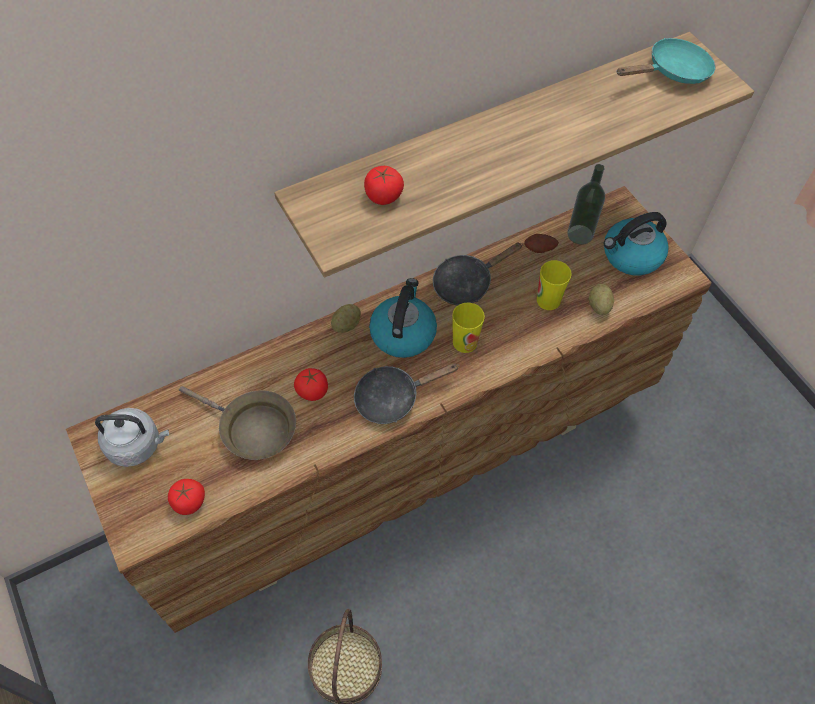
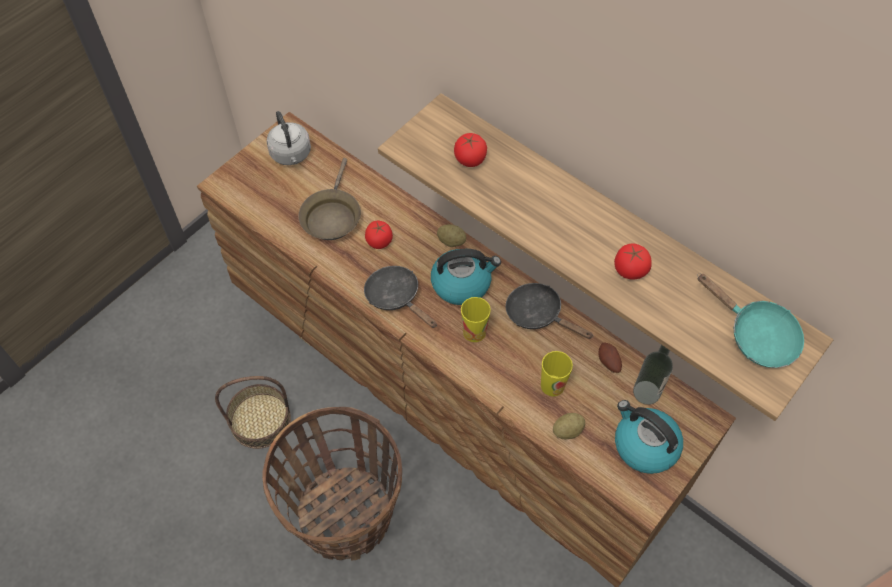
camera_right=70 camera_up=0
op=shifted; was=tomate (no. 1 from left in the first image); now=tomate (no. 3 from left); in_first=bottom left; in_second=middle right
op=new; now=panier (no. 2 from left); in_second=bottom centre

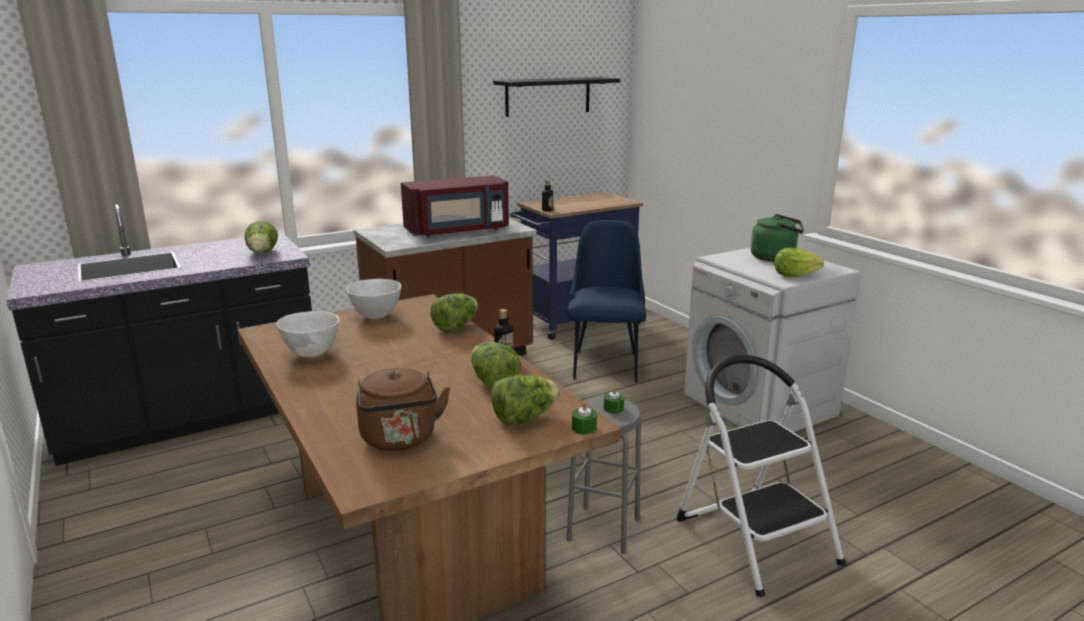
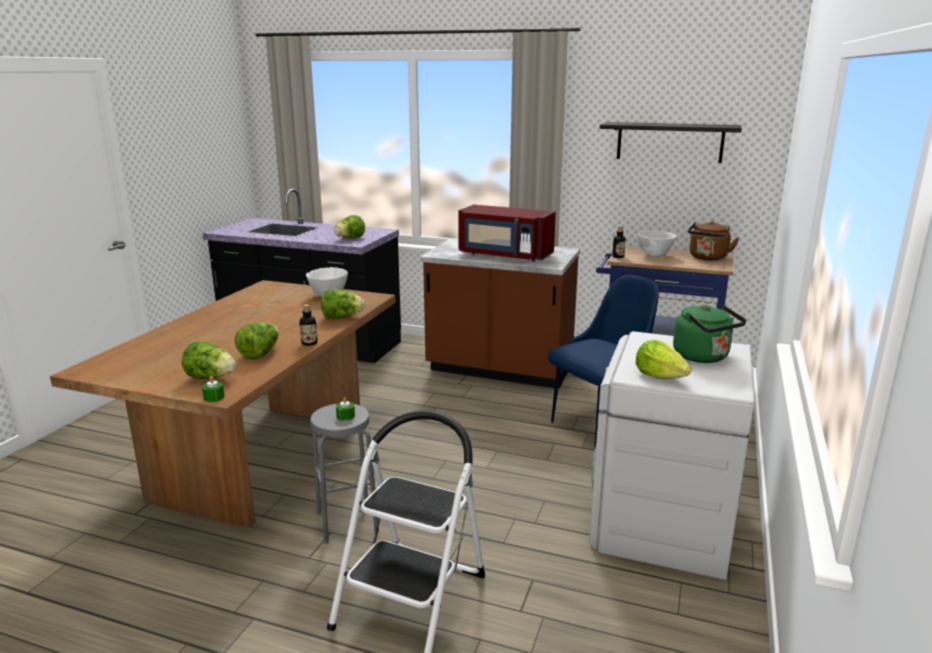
camera_right=50 camera_up=0
op=shifted; was=bol [blanc] (no. 1 from left in the first image); now=bol [blanc] (no. 2 from left); in_first=middle left; in_second=middle right
op=shifted; was=bouilloire [marron]; in_first=centre; in_second=middle right

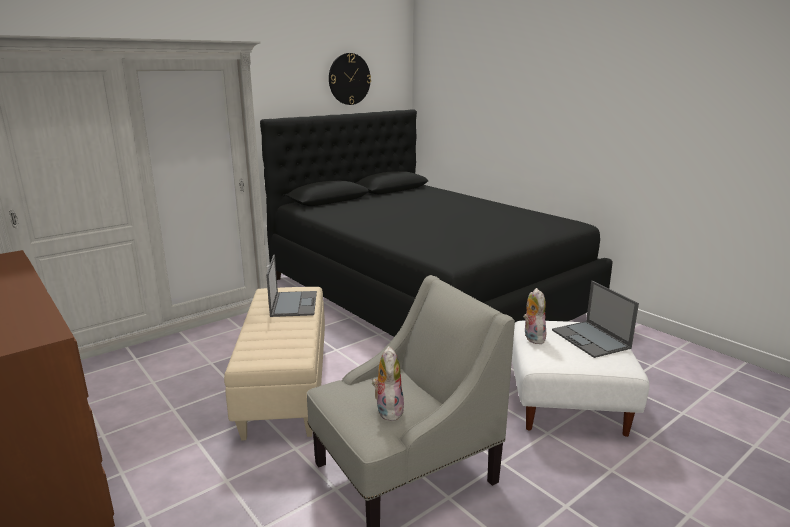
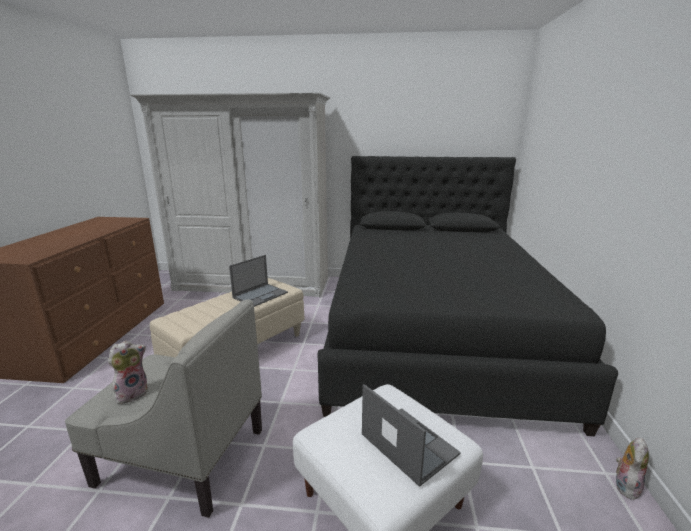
camera_right=45 camera_up=0
op=gone; was=horloge murale; in_first=top centre
op=shifted; was=peluche (no. 2 from left); in_first=middle right; in_second=bottom right
op=rotated; was=ordinateur portable (no. 2 from left); in_first=middle right; in_second=bottom centre; clockwise=120

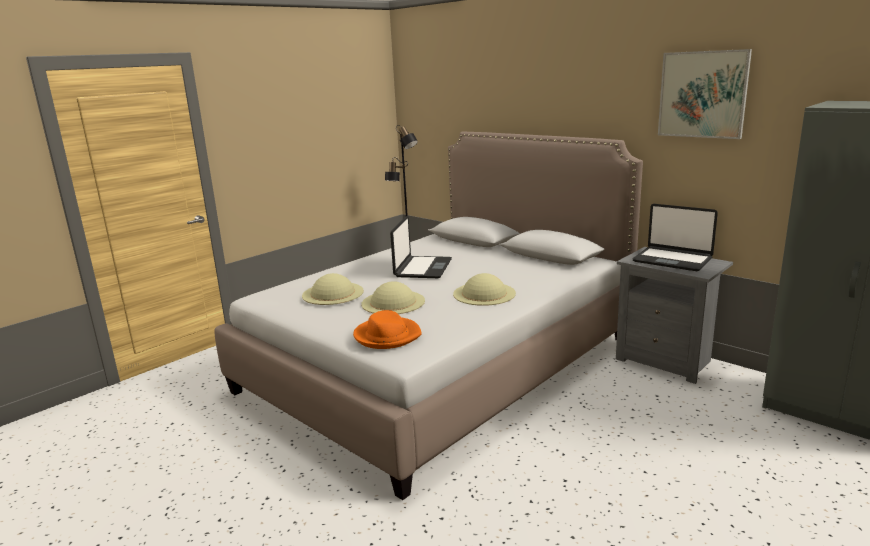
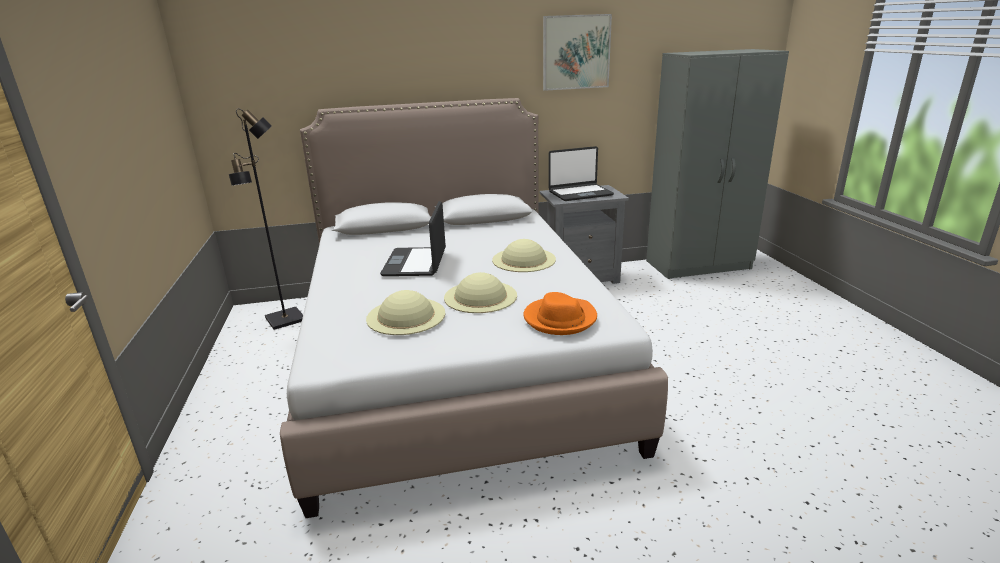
camera_right=-55 camera_up=5
op=rotated; was=ordinateur portable (no. 1 from left); in_first=centre; in_second=centre; clockwise=-135

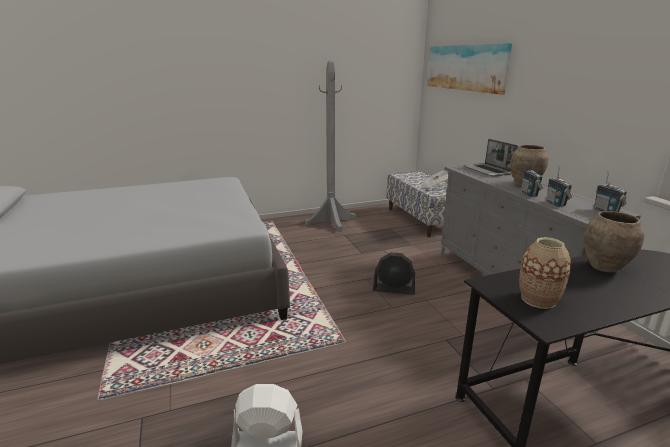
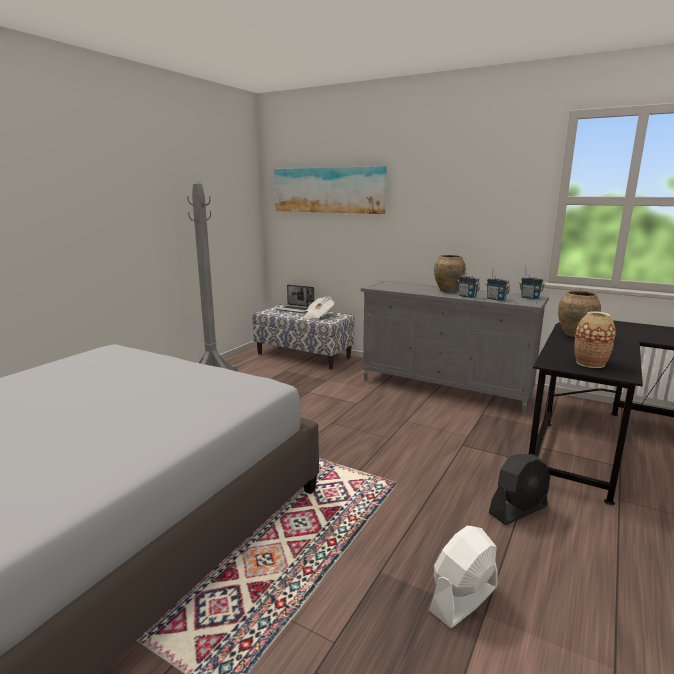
camera_right=-40 camera_up=-5
op=shifted; was=ventilateur [noir]; in_first=centre; in_second=bottom right
op=shifted; was=ordinateur portable; in_first=middle right; in_second=centre

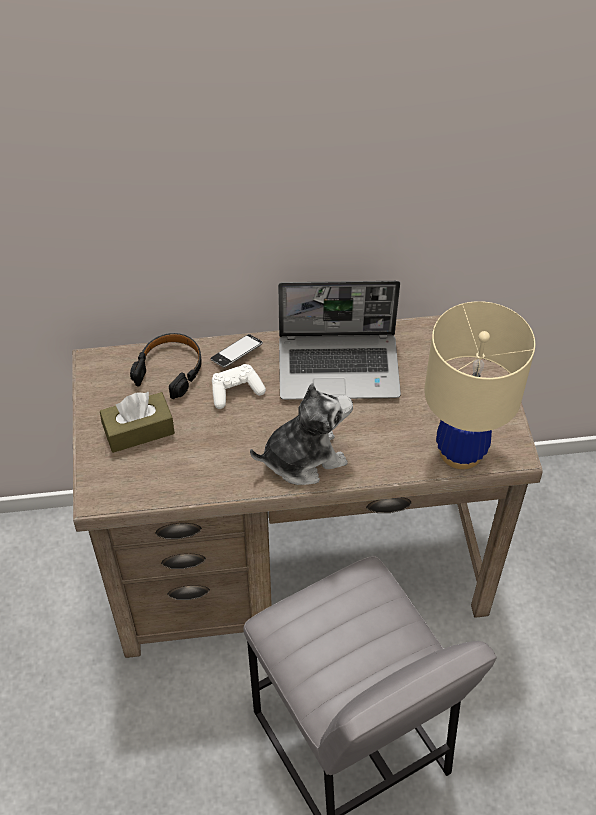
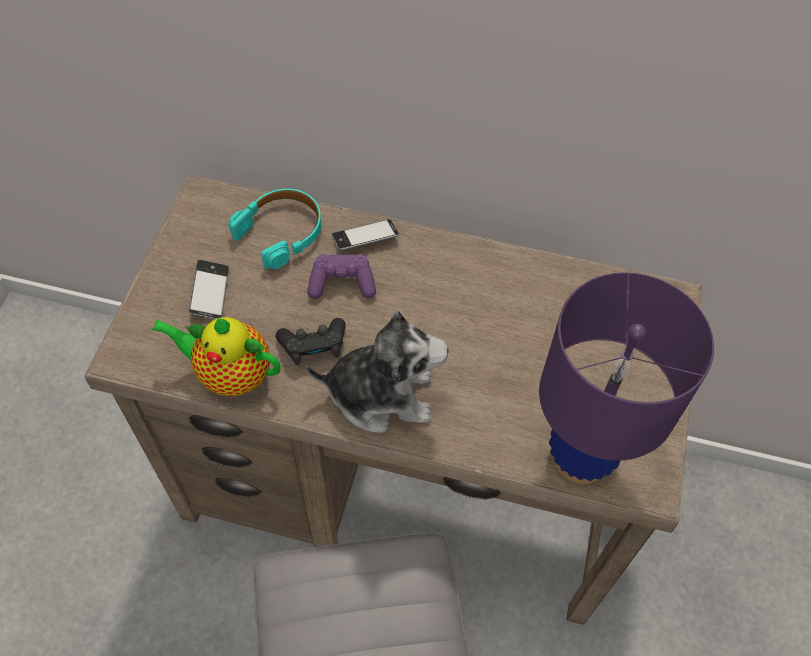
camera_right=20 camera_up=5
op=swapped; was=boîte à mouchoirs [marron]; now=téléphone (no. 1 from left); in_first=middle left; in_second=middle left
op=repainted; was=casque audio [noir]; now=casque audio [turquoise]; in_first=middle left; in_second=centre
op=repainted; was=manette [blanc]; now=manette [violet]; in_first=centre; in_second=centre
op=gone; was=ordinateur portable; in_first=centre
op=repainted; was=lampe de table [beige]; now=lampe de table [violet]; in_first=middle right; in_second=middle right
op=new; now=théière; in_second=middle left
op=new; now=manette [noir]; in_second=centre

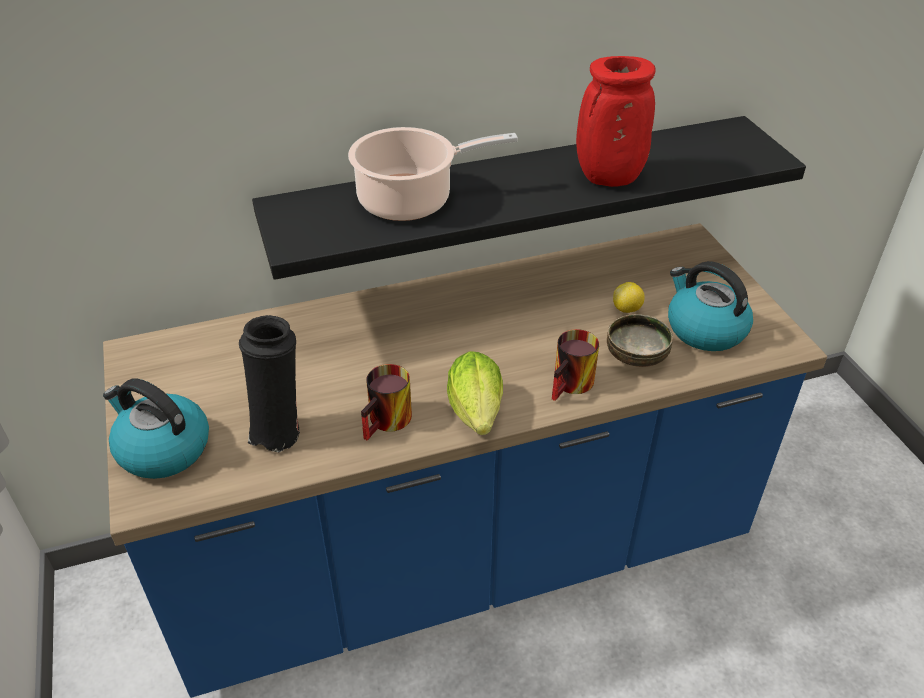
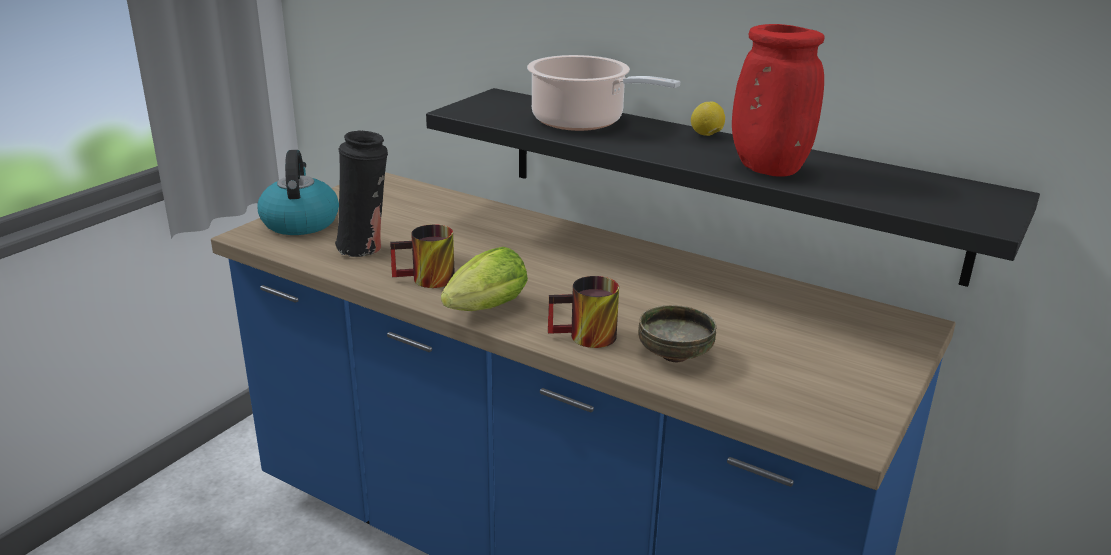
camera_right=50 camera_up=-15
op=shifted; was=citron; in_first=middle right; in_second=top centre
op=gone; was=bouilloire (no. 2 from left); in_first=middle right

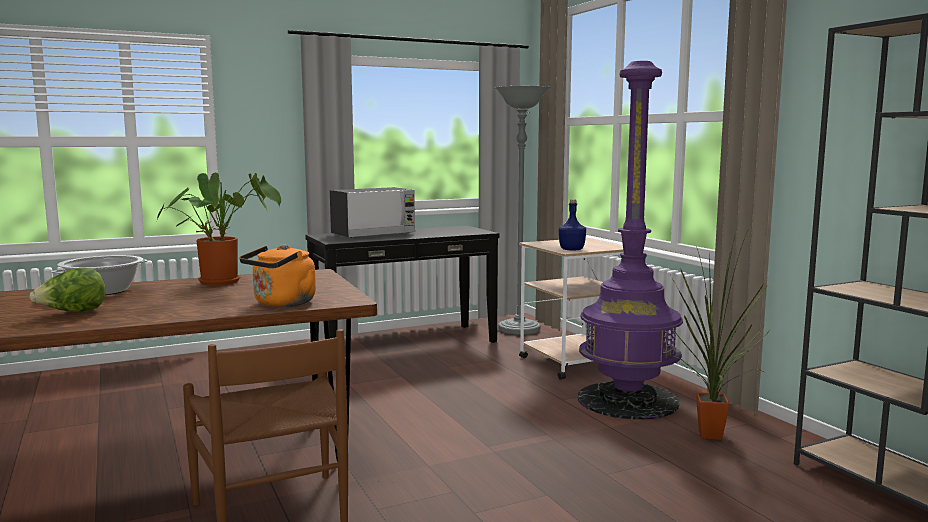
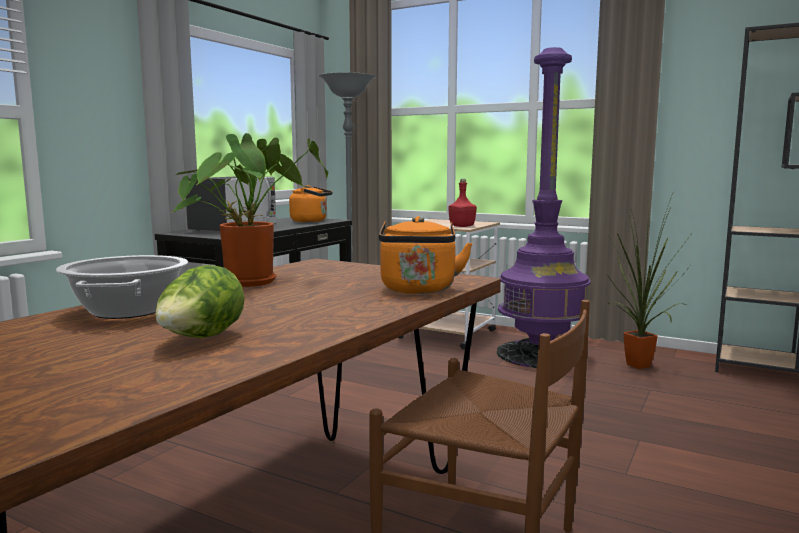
camera_right=-35 camera_up=0
op=repainted; was=bouteille [bleu]; now=bouteille [rouge]; in_first=centre; in_second=centre
op=new; now=bouilloire [orange] (no. 1 from left); in_second=centre

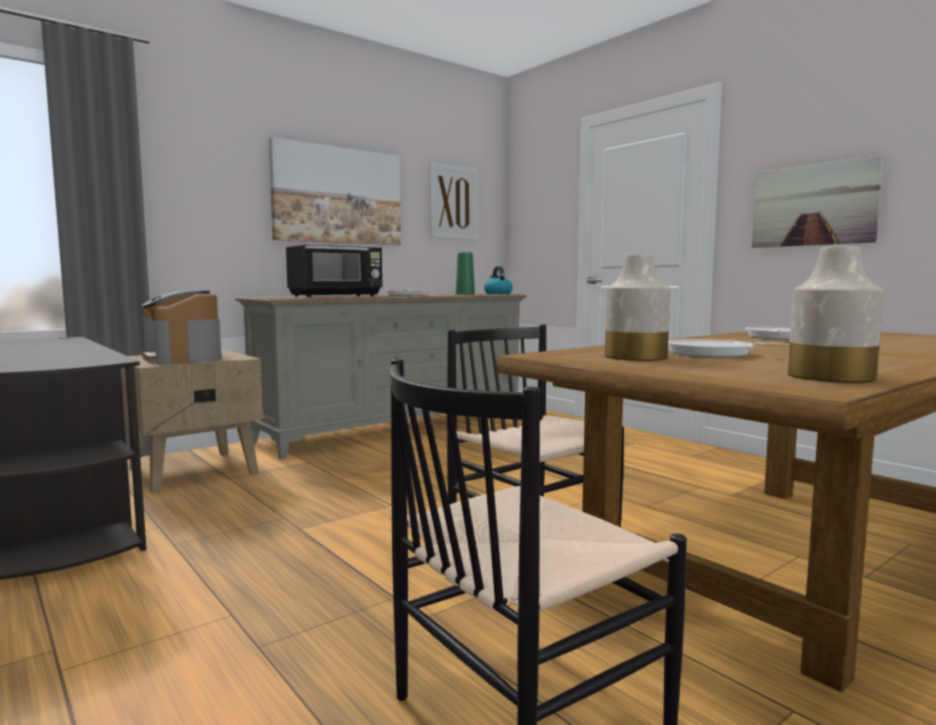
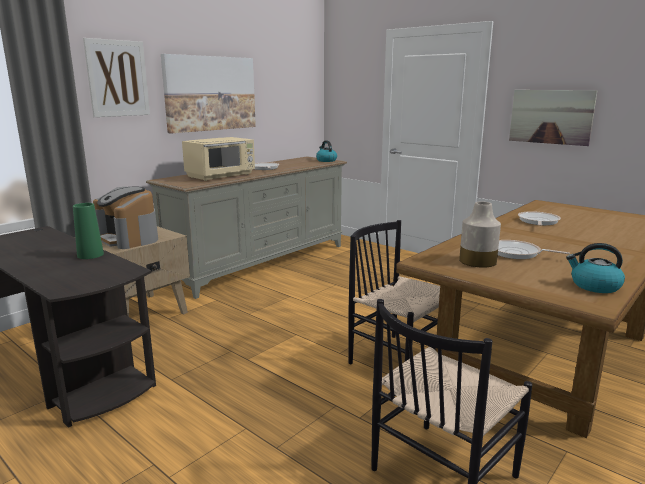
camera_right=-10 camera_up=10
op=repainted; was=micro-ondes [noir]; now=micro-ondes [beige]; in_first=centre; in_second=top centre
op=shifted; was=tableau (no. 2 from left in the first image); now=tableau (no. 1 from left); in_first=top centre; in_second=top left
op=shifted; was=vase [vert]; in_first=centre; in_second=middle left
op=swapped; was=vase [beige] (no. 2 from left); now=bouilloire (no. 2 from left); in_first=middle right; in_second=middle right

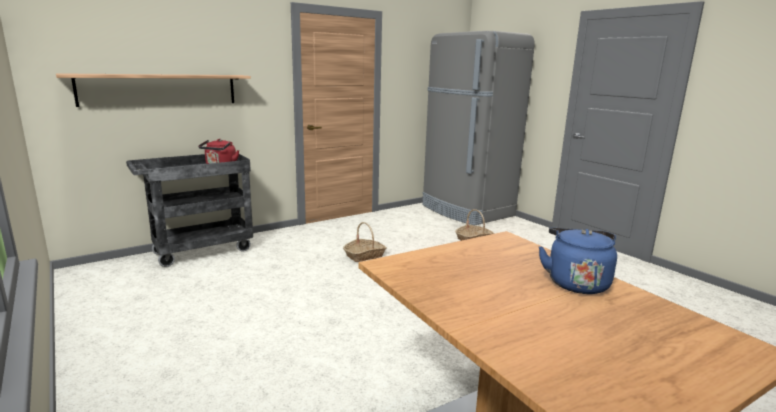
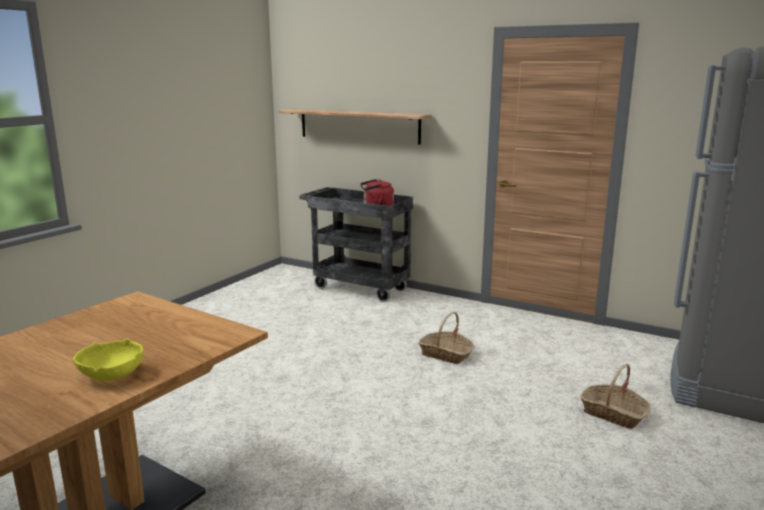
camera_right=65 camera_up=0
op=swapped; was=bouilloire [bleu]; now=bol [jaune]; in_first=middle right; in_second=bottom left

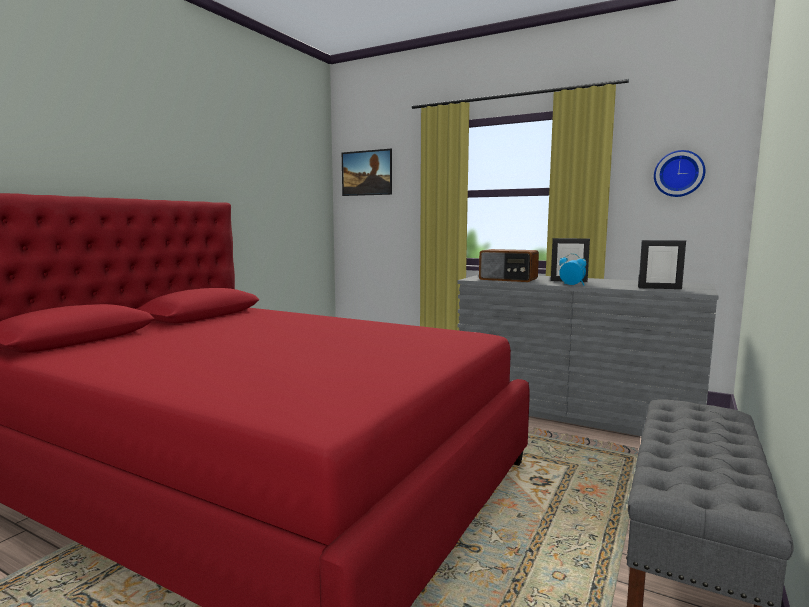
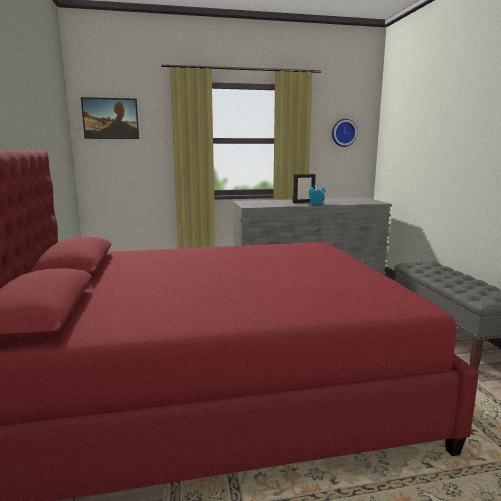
camera_right=-40 camera_up=5
op=gone; was=radio; in_first=centre
op=gone; was=cadre photo (no. 2 from left); in_first=middle right

